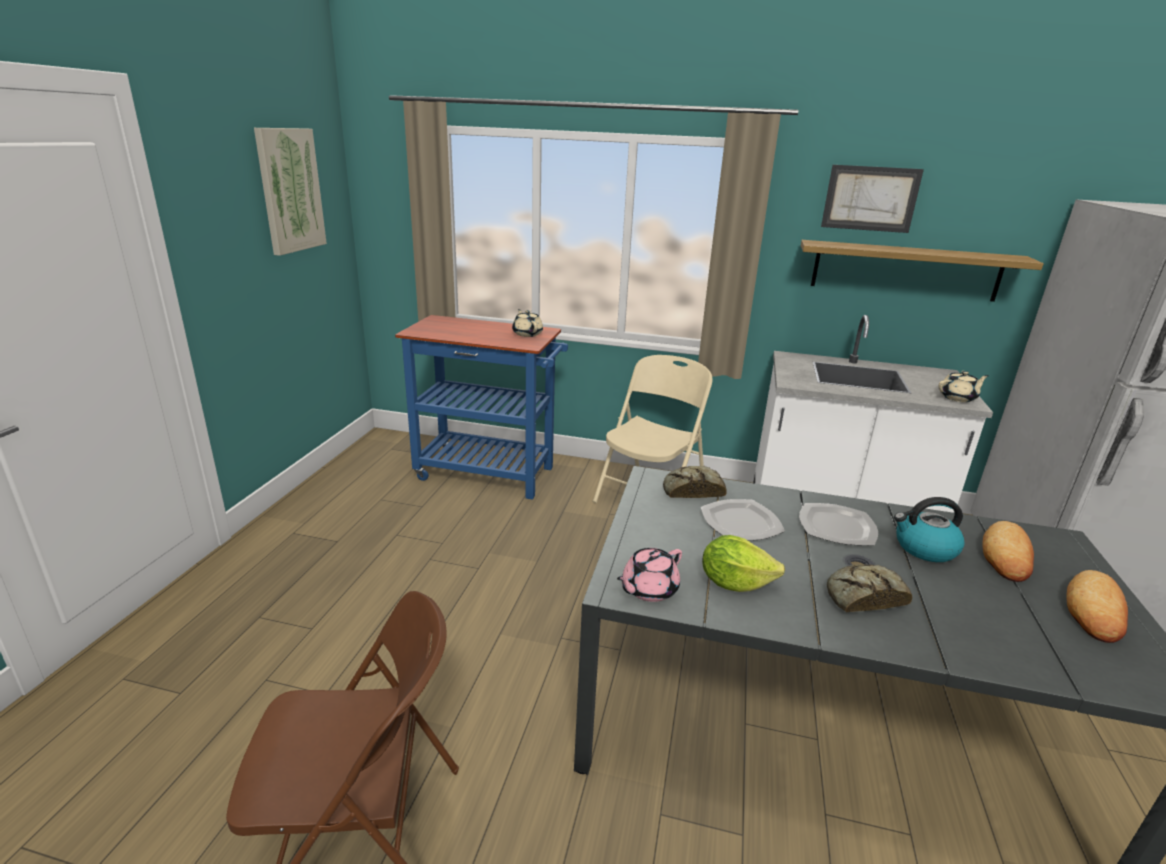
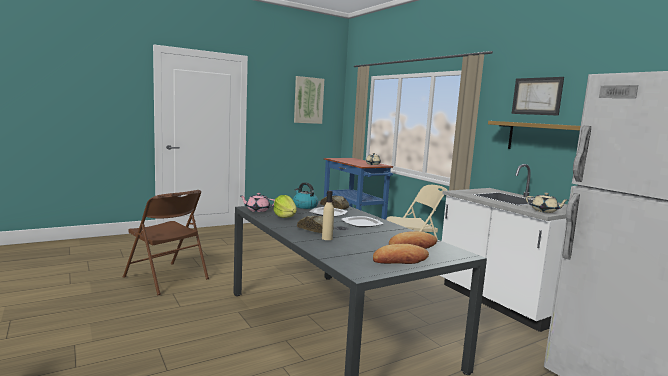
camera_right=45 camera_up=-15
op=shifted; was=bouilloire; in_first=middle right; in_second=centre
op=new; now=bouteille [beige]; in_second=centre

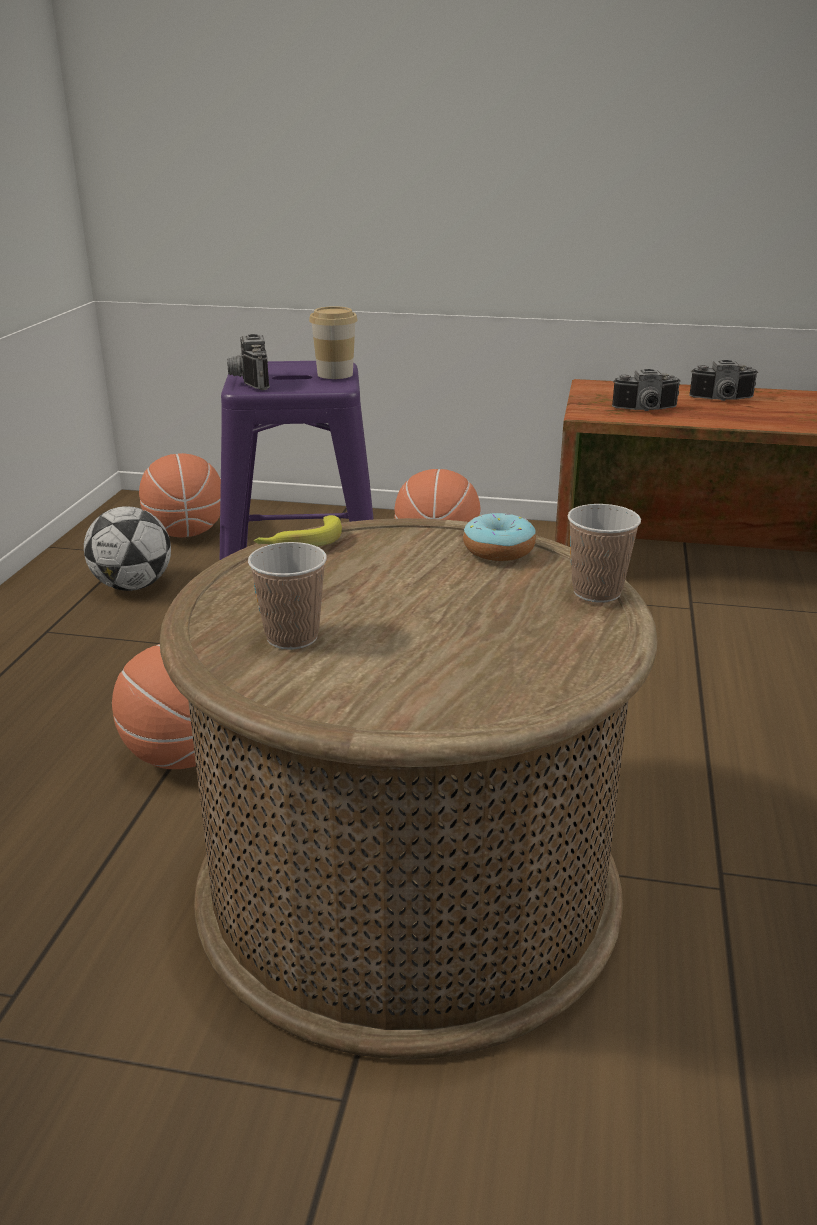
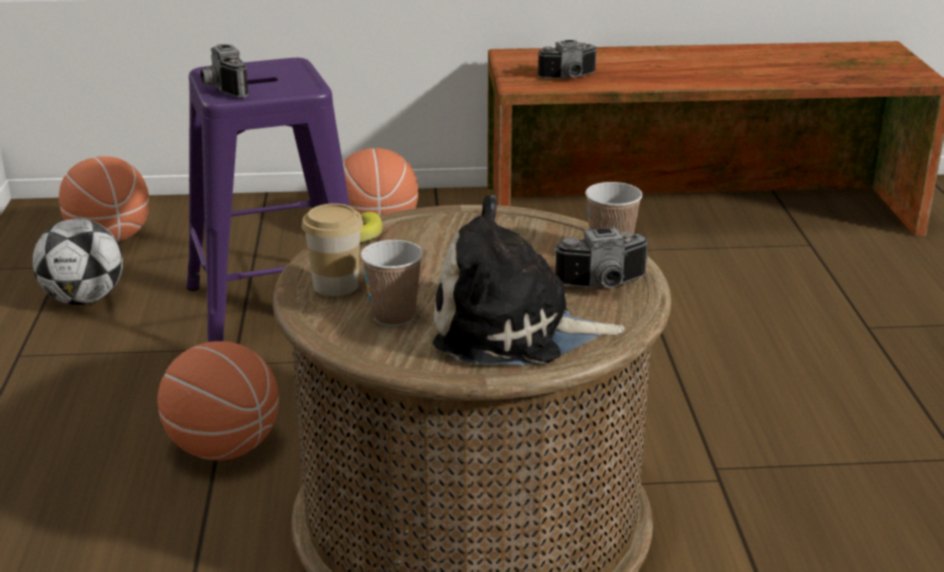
camera_right=-15 camera_up=0
op=shifted; was=tasse (no. 2 from left in the first image); now=tasse (no. 1 from left); in_first=top centre; in_second=centre
op=gone; was=beignet; in_first=centre
op=shifted; was=appareil photo (no. 3 from left); in_first=top right; in_second=centre
op=new; now=peluche; in_second=centre

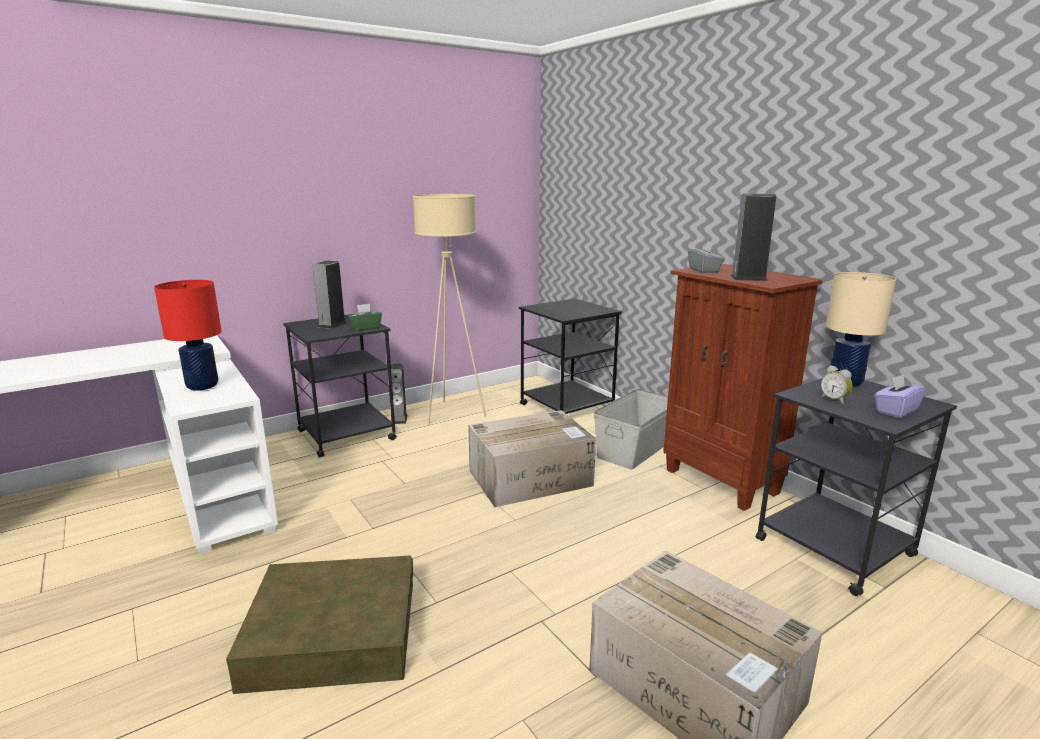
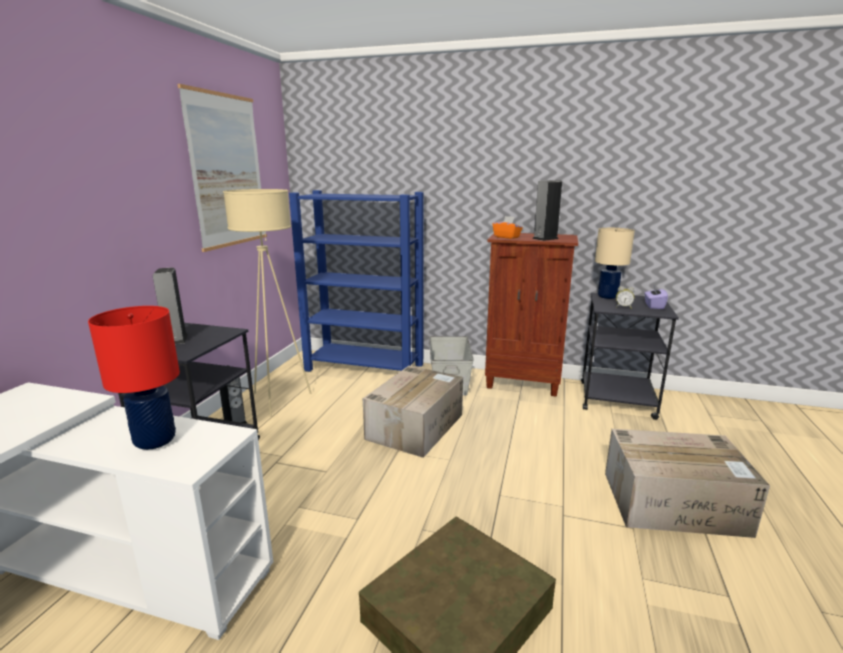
camera_right=-40 camera_up=0
op=gone; was=boîte à mouchoirs [vert]; in_first=centre
op=swapped; was=chariot [noir] (no. 2 from left); now=bibliothèque [bleu]; in_first=centre; in_second=centre
op=repainted; was=boîte à mouchoirs [gris]; now=boîte à mouchoirs [orange]; in_first=middle right; in_second=centre
op=new; now=tableau; in_second=top left

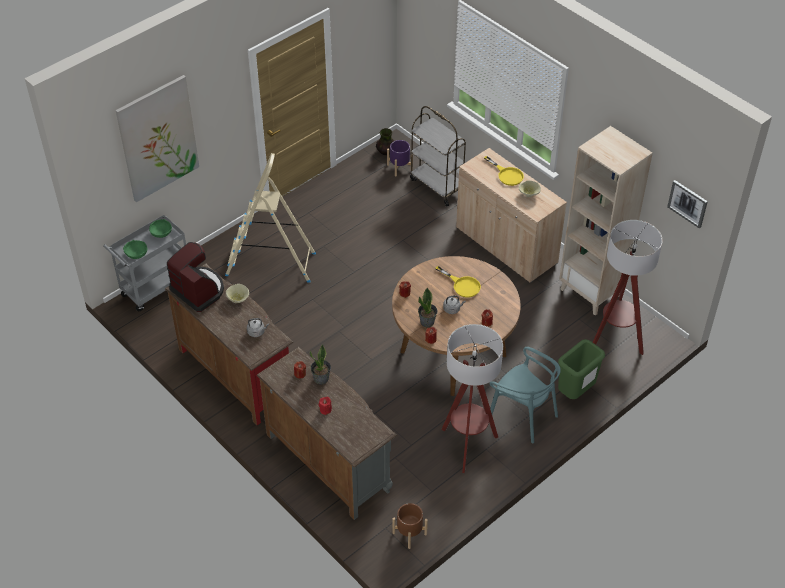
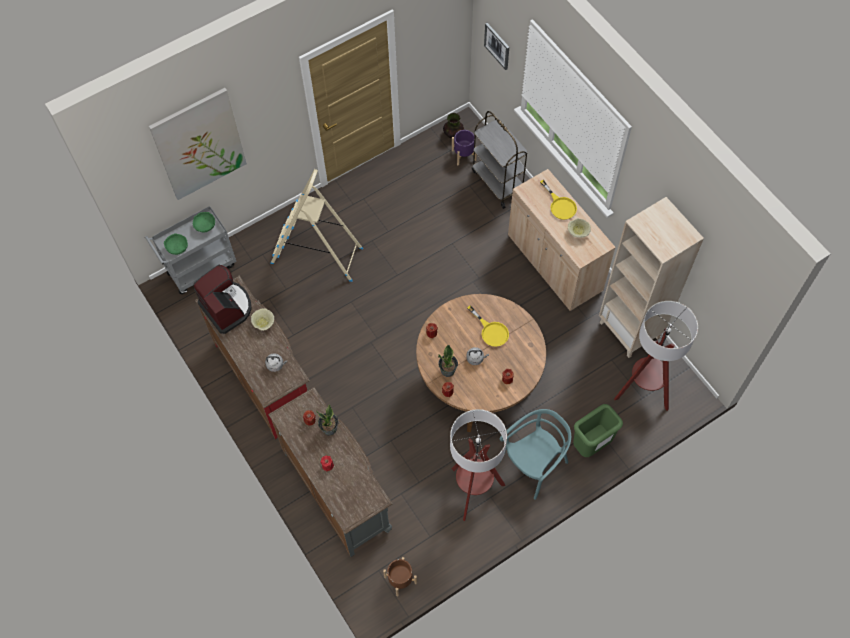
camera_right=10 camera_up=15
op=rotated; was=chaise [turquoise]; in_first=bottom right; in_second=bottom centre; clockwise=-90
op=shifted; was=tableau (no. 2 from left); in_first=middle right; in_second=top centre

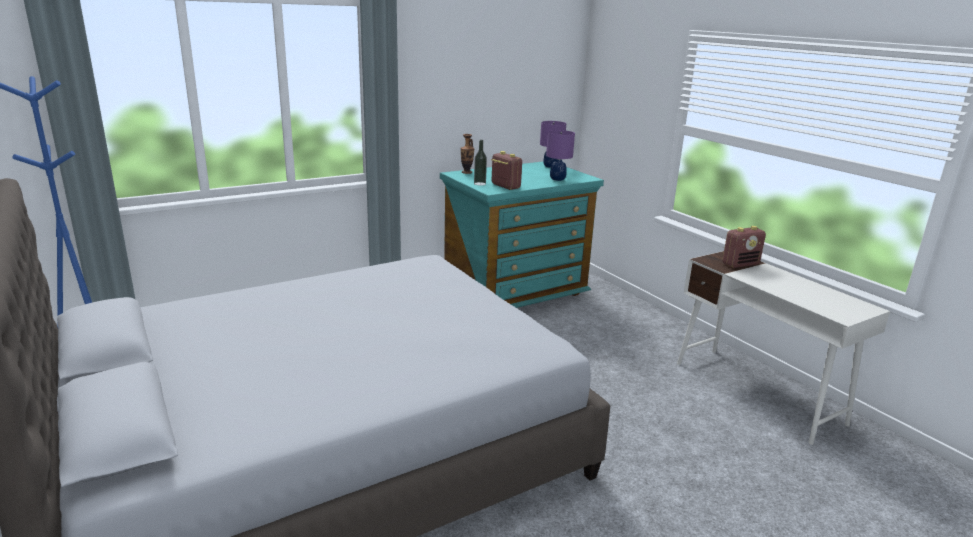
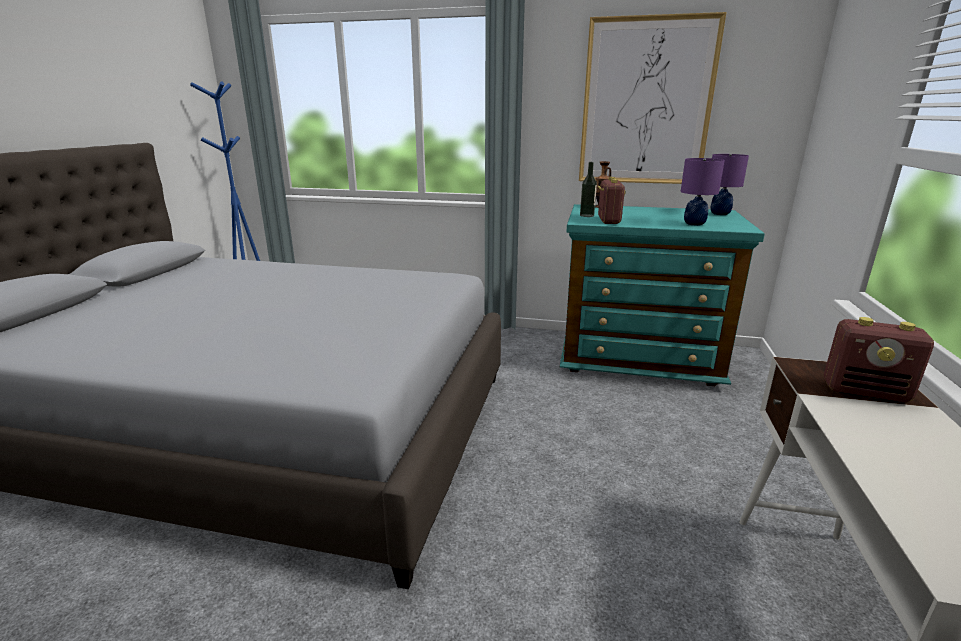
camera_right=45 camera_up=0
op=new; now=tableau; in_second=top right

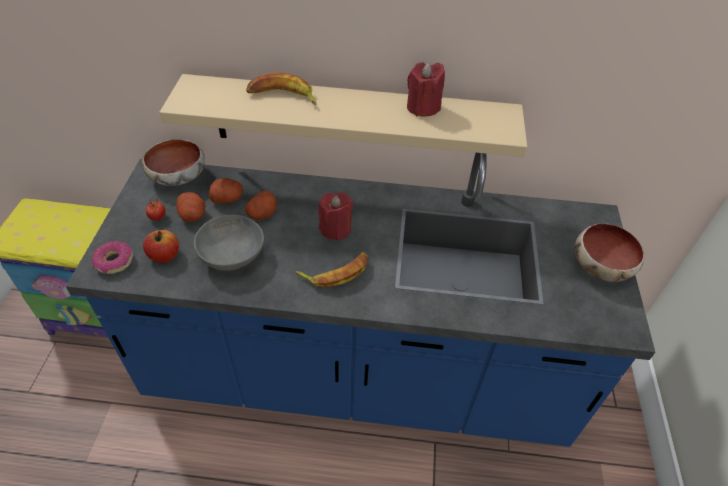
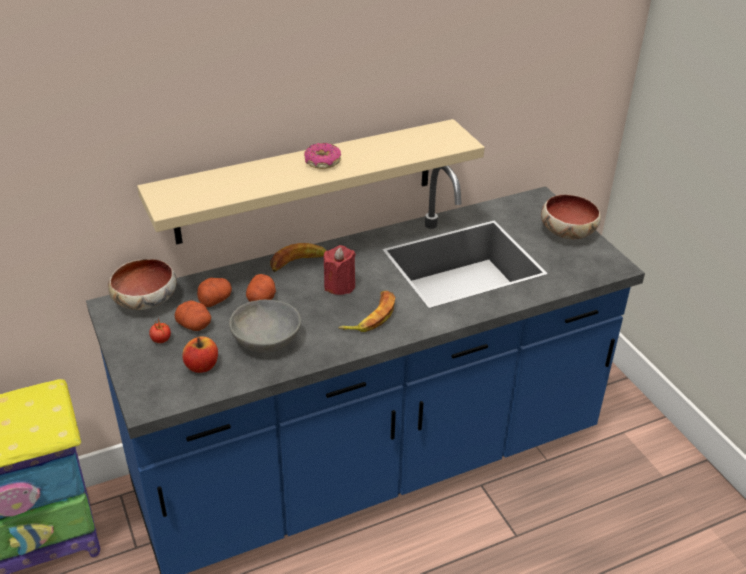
camera_right=-30 camera_up=-10
op=shifted; was=beignet; in_first=middle left; in_second=top centre
op=shifted; was=banane (no. 1 from left); in_first=top centre; in_second=centre
op=gone; was=bougie [rouge] (no. 2 from left); in_first=top centre

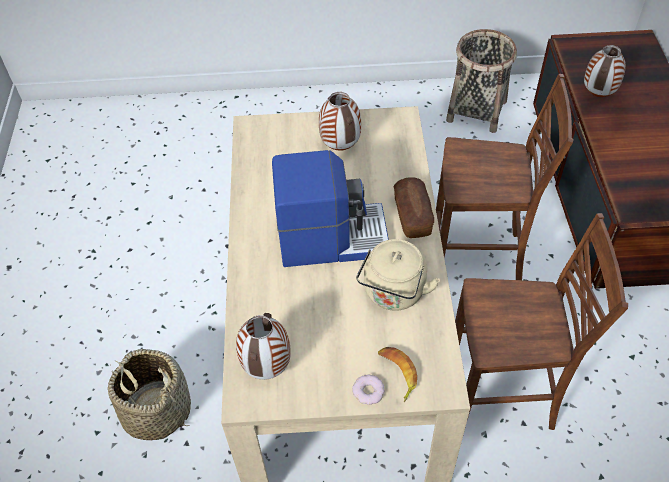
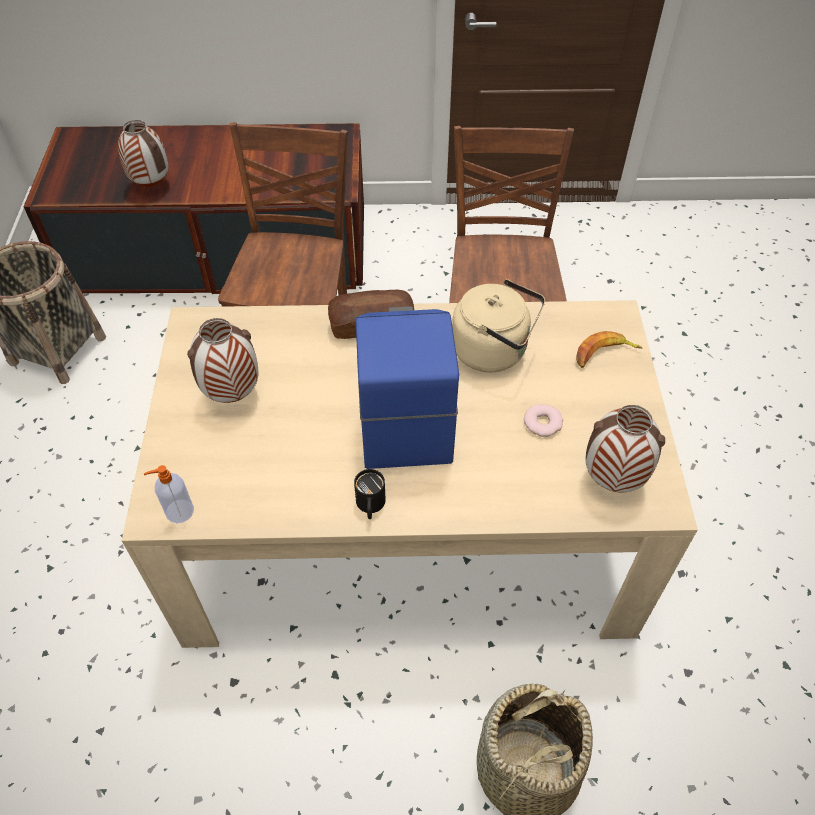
camera_right=-90 camera_up=0
op=shifted; was=beignet; in_first=bottom centre; in_second=centre
op=new; now=distributeur de savon; in_second=middle left
op=new; now=mug [noir]; in_second=centre

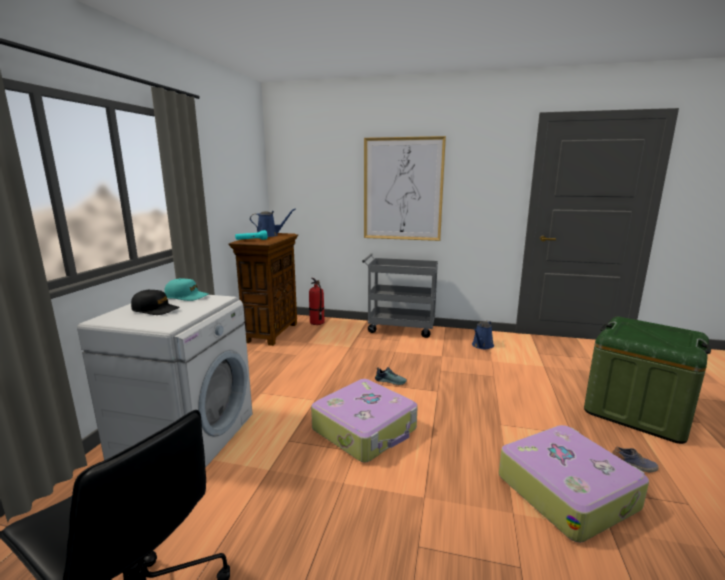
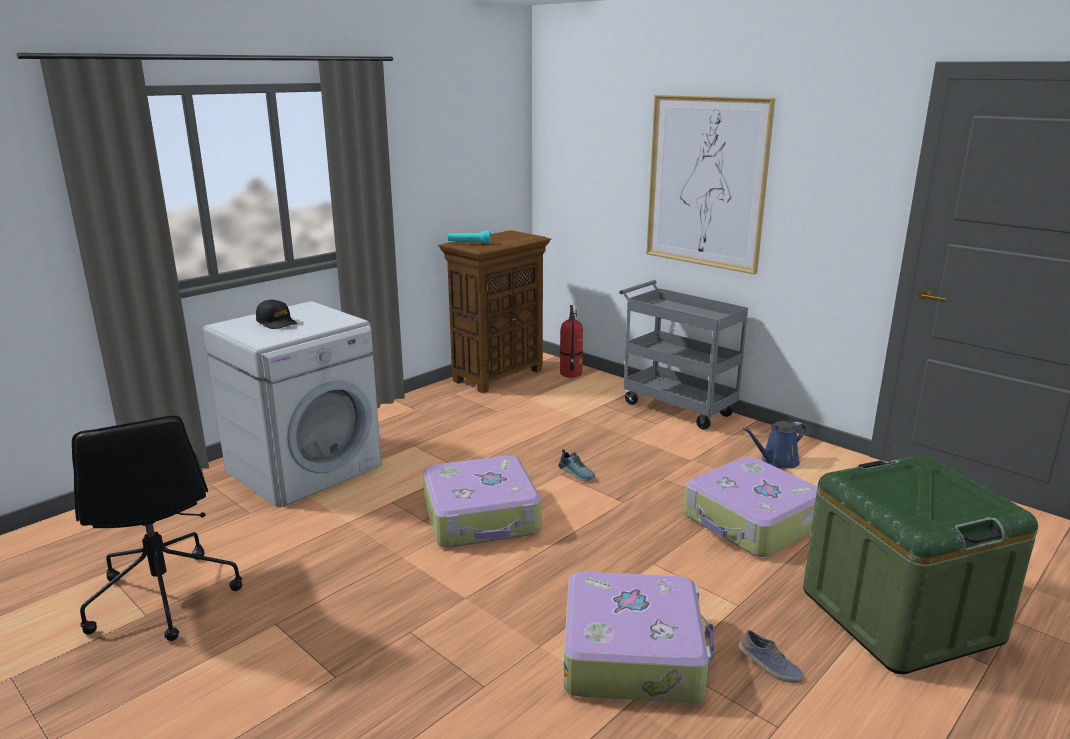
camera_right=30 camera_up=5
op=gone; was=casquette [turquoise]; in_first=middle left
op=gone; was=arrosoir [bleu] (no. 1 from left); in_first=centre
op=new; now=valise (no. 3 from left); in_second=bottom right

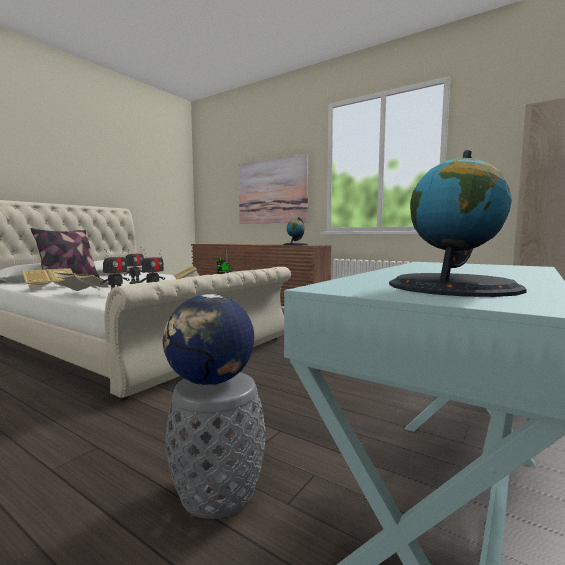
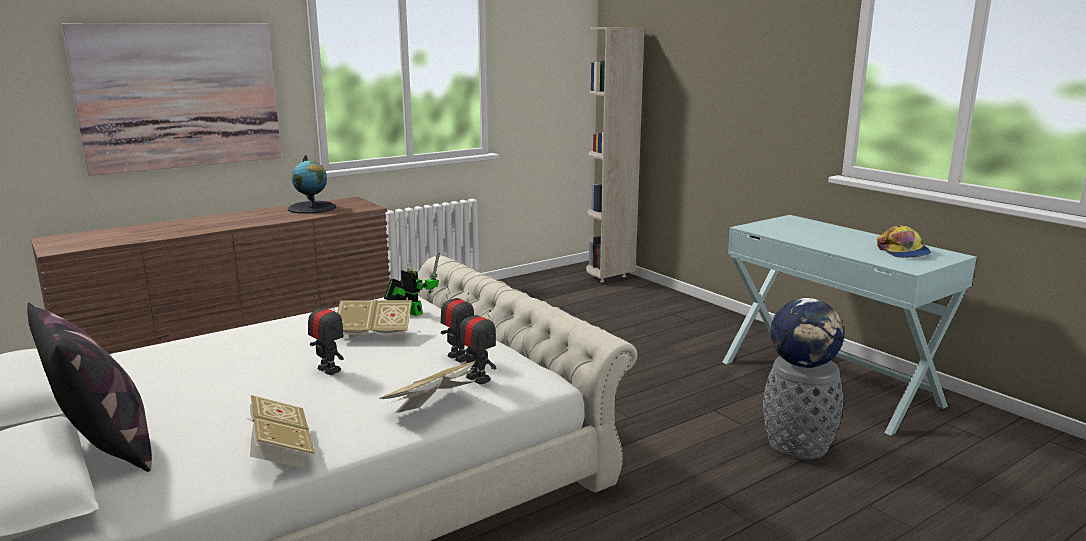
camera_right=-70 camera_up=10
op=swapped; was=globe (no. 3 from left); now=casquette; in_first=middle right; in_second=middle right

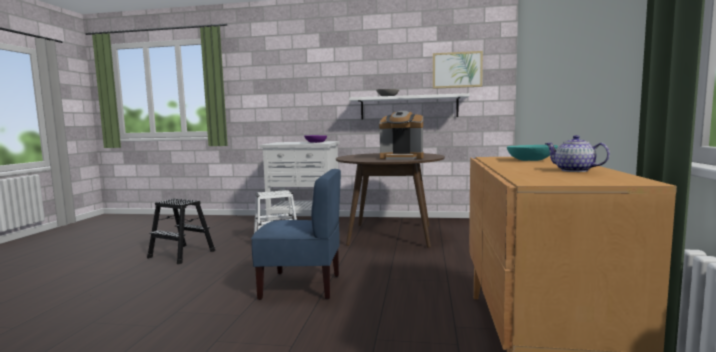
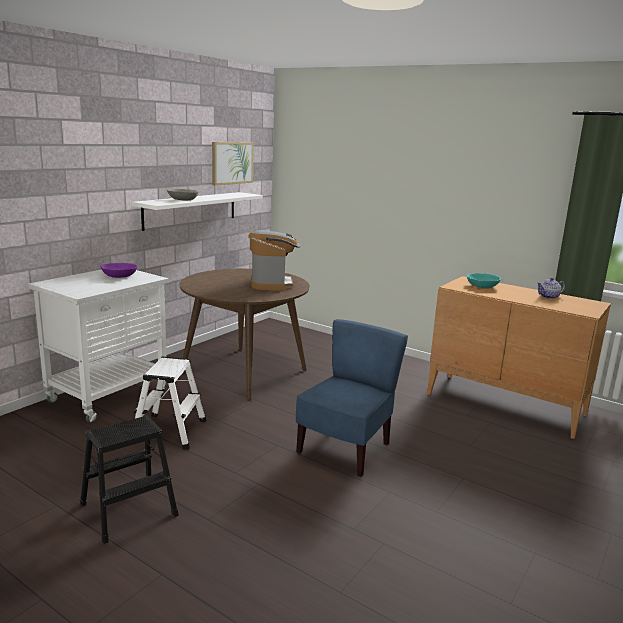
camera_right=-65 camera_up=10
op=rotated; was=machine à café; in_first=centre; in_second=centre; clockwise=-45

